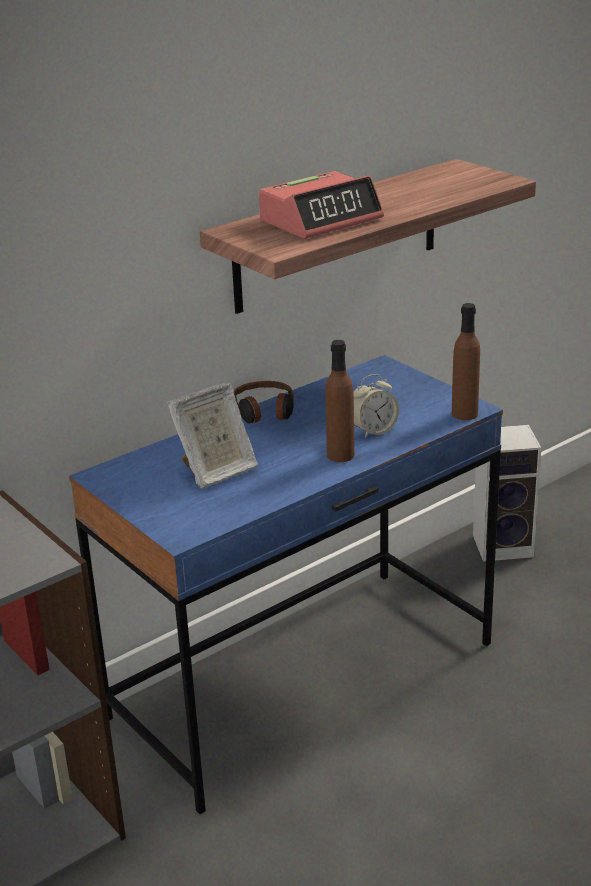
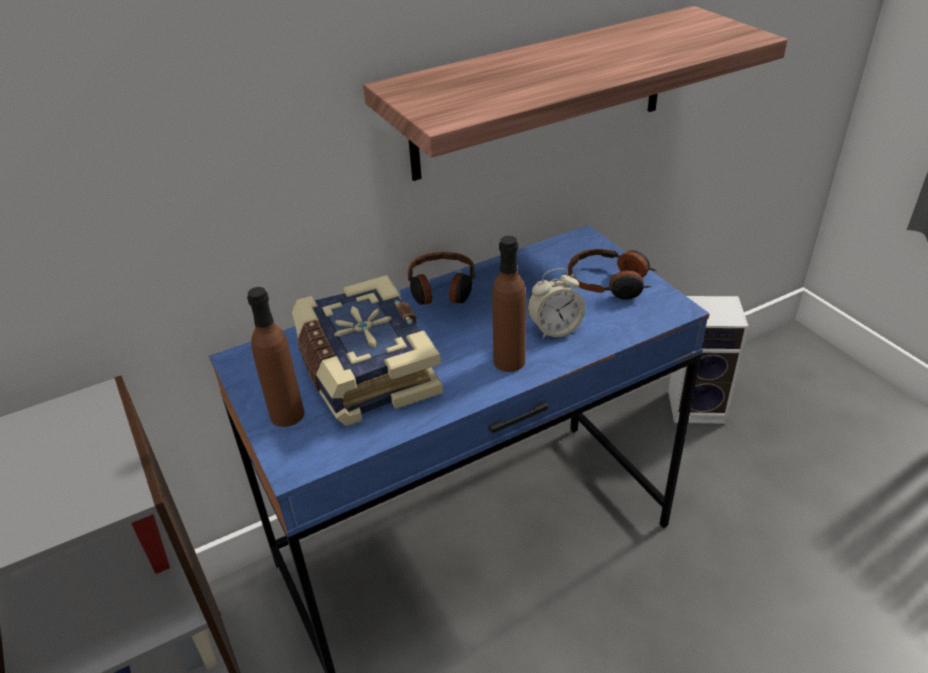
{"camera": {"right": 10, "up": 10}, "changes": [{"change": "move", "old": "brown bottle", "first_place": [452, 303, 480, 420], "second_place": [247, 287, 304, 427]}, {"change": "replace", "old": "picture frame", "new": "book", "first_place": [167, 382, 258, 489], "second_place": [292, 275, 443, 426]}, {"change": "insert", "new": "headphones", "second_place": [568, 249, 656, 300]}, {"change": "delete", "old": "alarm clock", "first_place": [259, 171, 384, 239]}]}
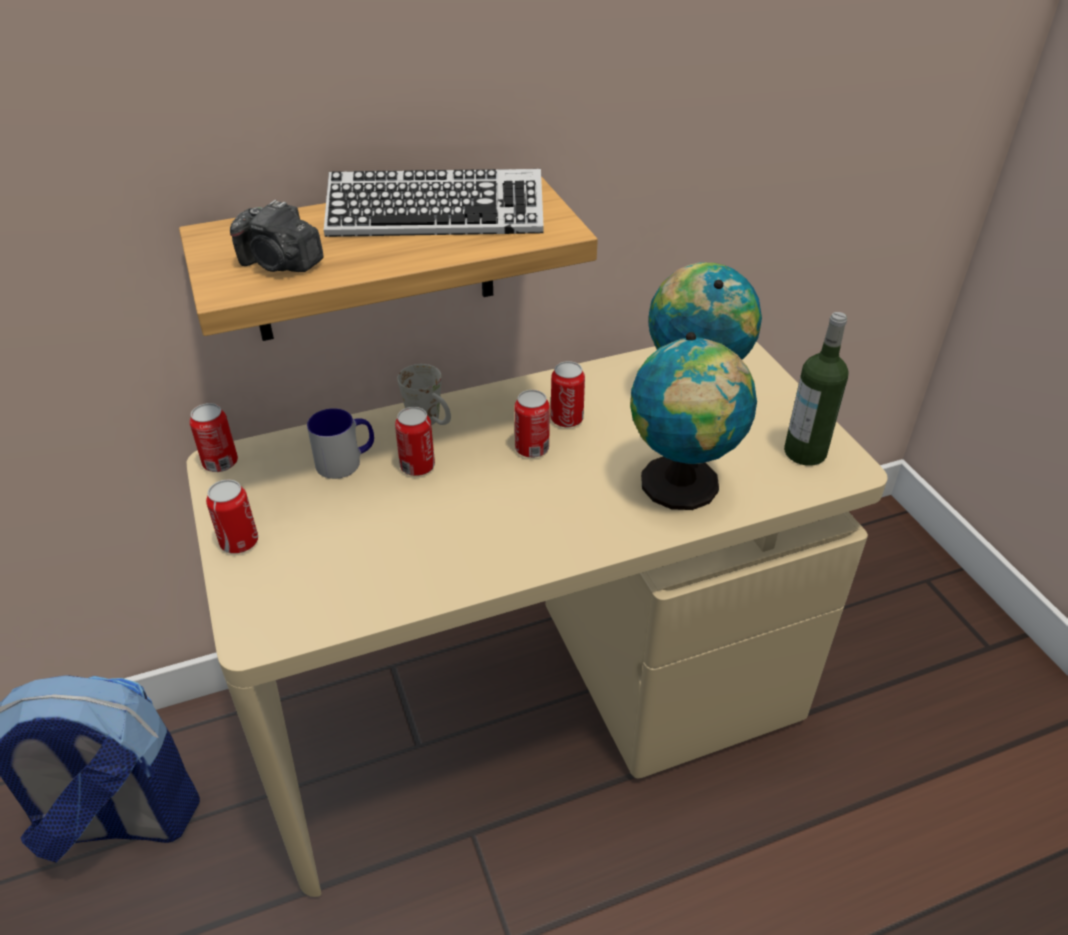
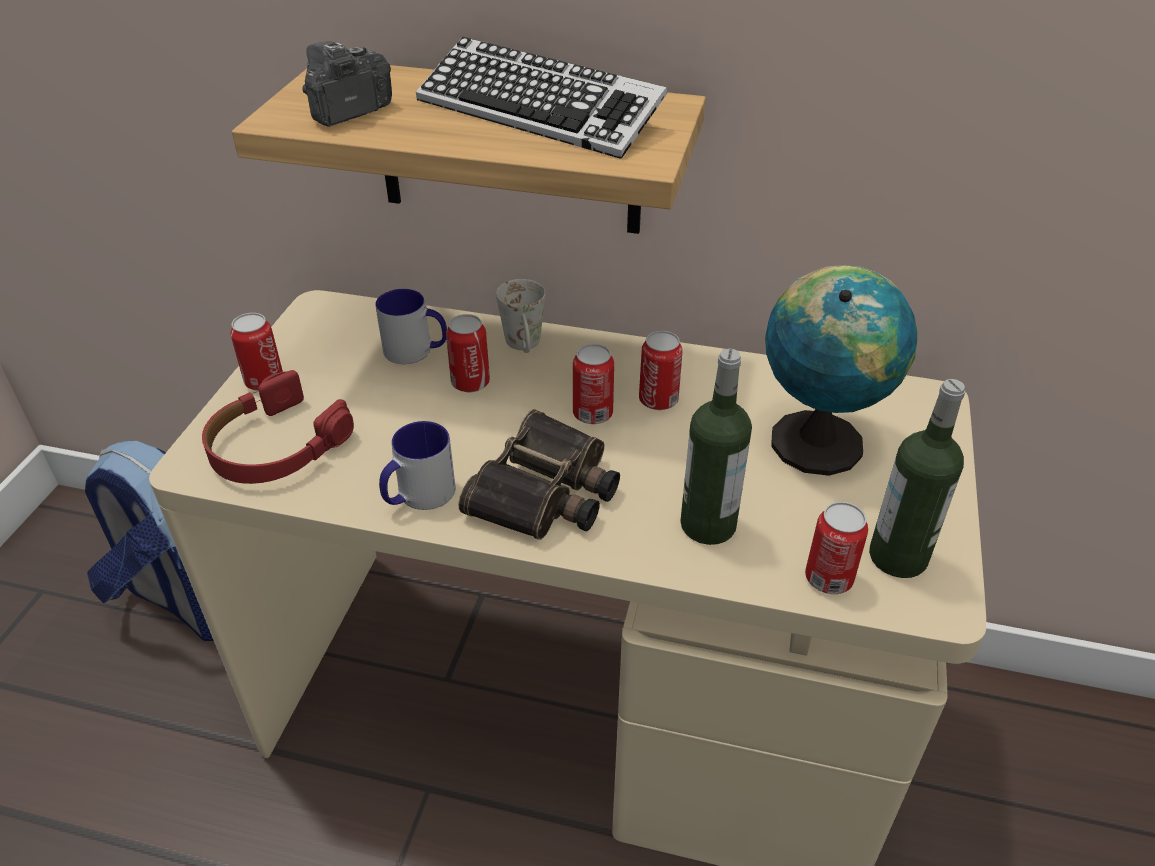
{"camera": {"right": 35, "up": 0}, "changes": [{"change": "insert", "new": "red headphones", "second_place": [202, 370, 354, 484]}, {"change": "rotate", "old": "photo camera", "first_place": [230, 200, 324, 272], "second_place": [302, 41, 392, 127], "degrees": 75}, {"change": "insert", "new": "mug", "second_place": [379, 421, 455, 510]}, {"change": "insert", "new": "binoculars", "second_place": [458, 409, 620, 540]}, {"change": "replace", "old": "globe", "new": "bottle", "first_place": [630, 332, 757, 510], "second_place": [680, 349, 752, 545]}, {"change": "move", "old": "can", "first_place": [190, 403, 238, 472], "second_place": [805, 502, 868, 594]}]}
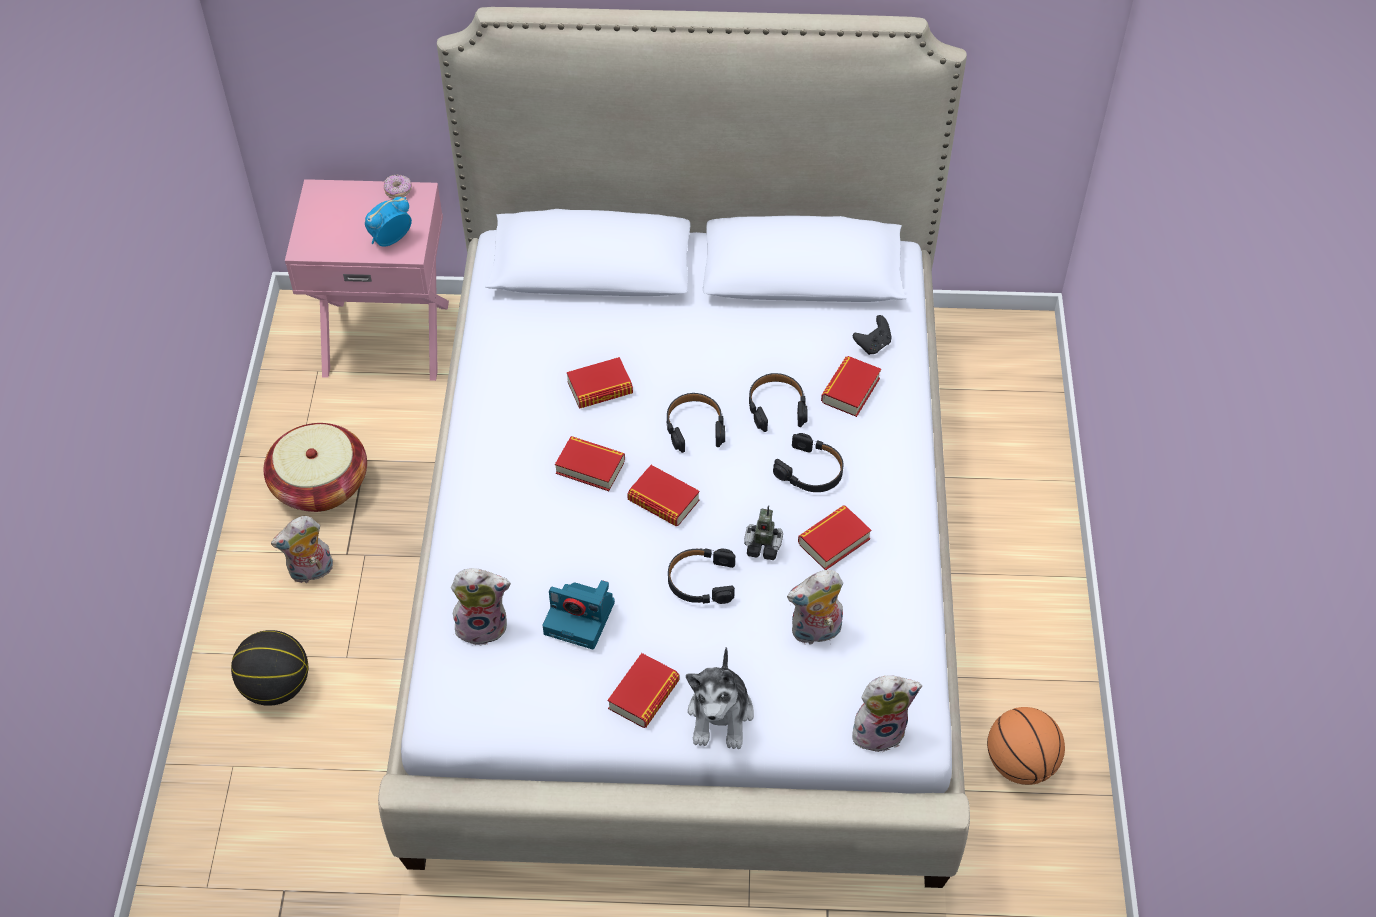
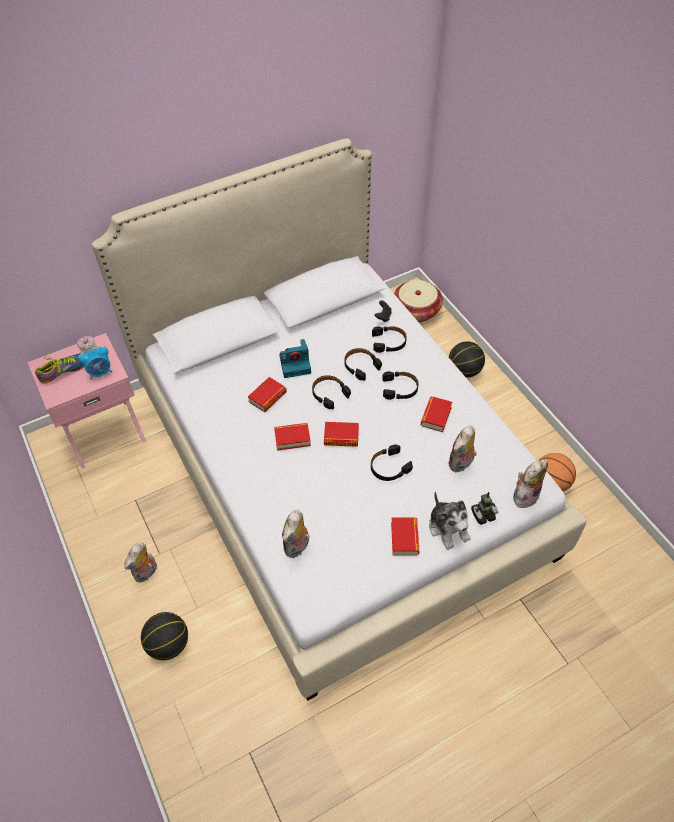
{"camera": {"right": -30, "up": 0}, "changes": [{"change": "insert", "new": "shoe", "second_place": [35, 353, 84, 384]}, {"change": "rotate", "old": "alarm clock", "first_place": [365, 197, 412, 247], "second_place": [79, 346, 112, 380], "degrees": -135}, {"change": "move", "old": "photo camera", "first_place": [542, 580, 615, 649], "second_place": [279, 339, 311, 378]}, {"change": "rotate", "old": "plush toy", "first_place": [451, 569, 511, 646], "second_place": [282, 510, 310, 558], "degrees": 150}, {"change": "replace", "old": "book", "new": "black headphones", "first_place": [821, 356, 881, 417], "second_place": [372, 326, 407, 353]}, {"change": "move", "old": "basket", "first_place": [264, 423, 367, 512], "second_place": [394, 280, 443, 322]}, {"change": "insert", "new": "basketball", "second_place": [449, 341, 485, 378]}, {"change": "move", "old": "toy robot", "first_place": [744, 505, 783, 560], "second_place": [471, 492, 498, 525]}]}
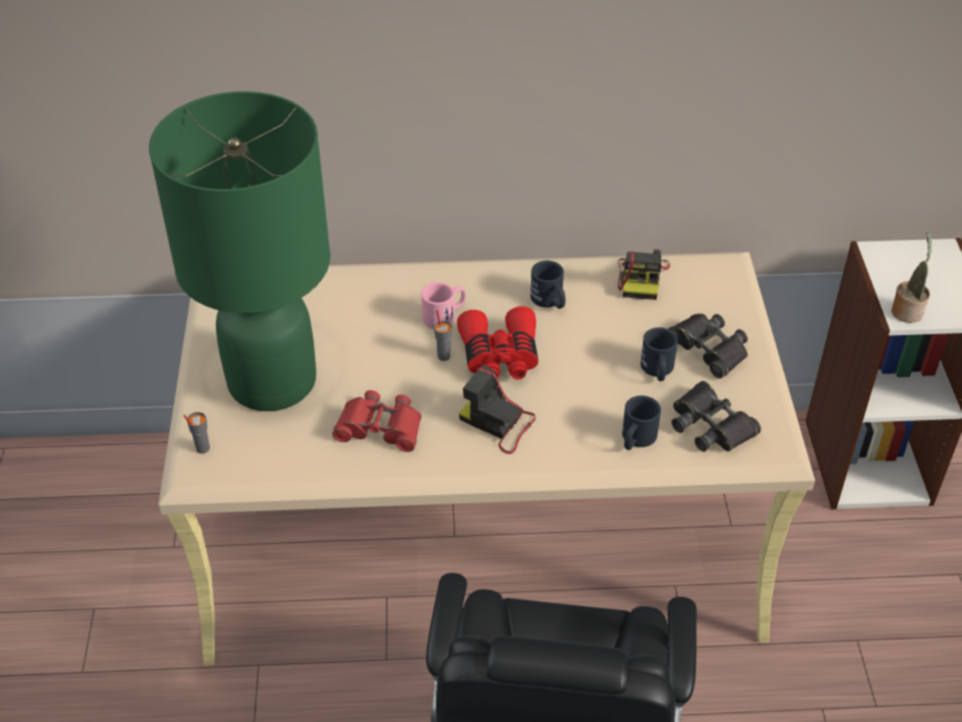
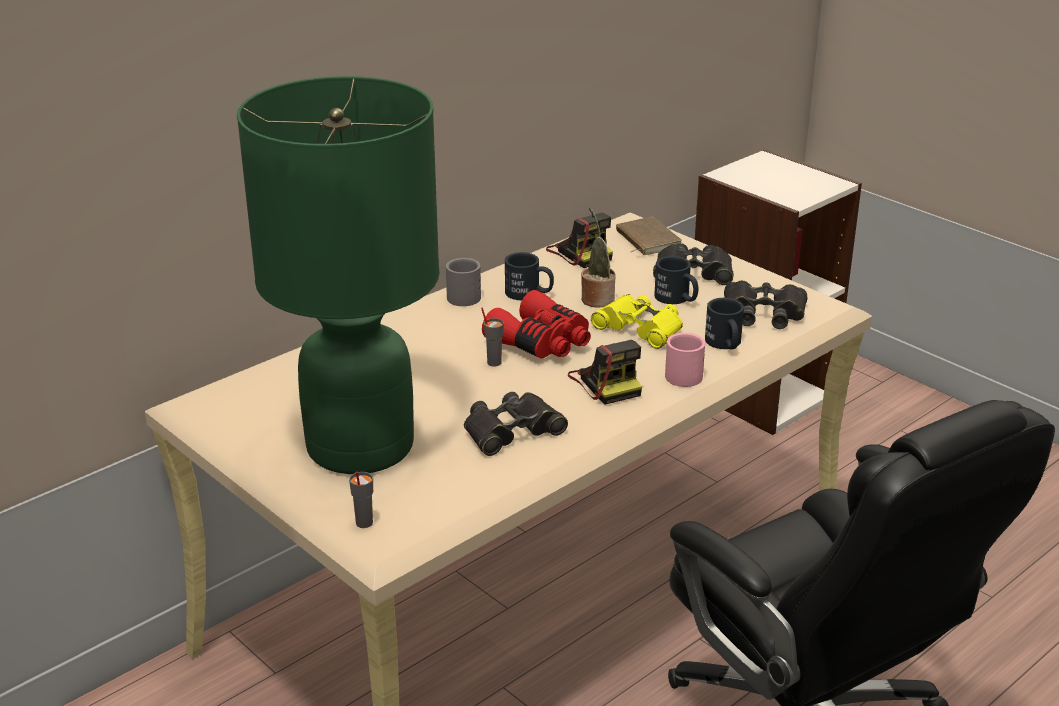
{"camera": {"right": -40, "up": -15}, "changes": [{"change": "insert", "new": "grey mug", "second_place": [446, 258, 481, 306]}, {"change": "recolor", "old": "red binoculars", "new": "black binoculars", "first_place": [332, 390, 422, 452], "second_place": [464, 392, 568, 456]}, {"change": "rotate", "old": "photo camera", "first_place": [459, 365, 536, 454], "second_place": [568, 340, 642, 404], "degrees": -105}, {"change": "move", "old": "potted plant", "first_place": [891, 232, 932, 323], "second_place": [581, 207, 616, 308]}, {"change": "insert", "new": "yellow binoculars", "second_place": [591, 294, 683, 349]}, {"change": "insert", "new": "brown book", "second_place": [616, 217, 682, 255]}, {"change": "move", "old": "pink mug", "first_place": [421, 282, 466, 329], "second_place": [665, 333, 705, 387]}]}
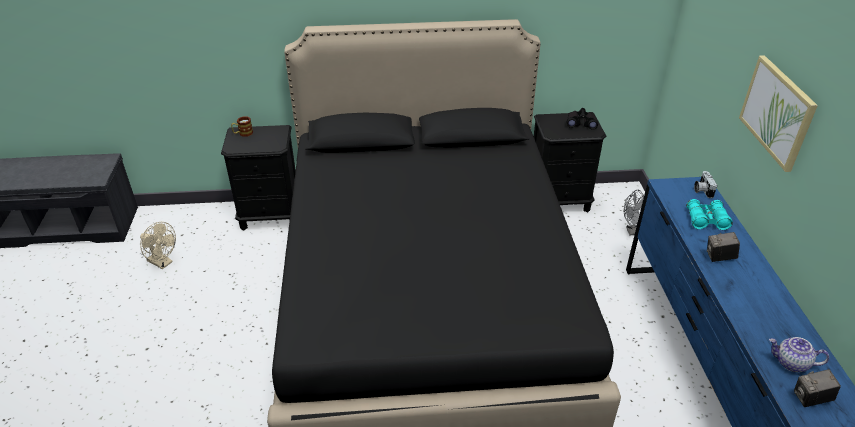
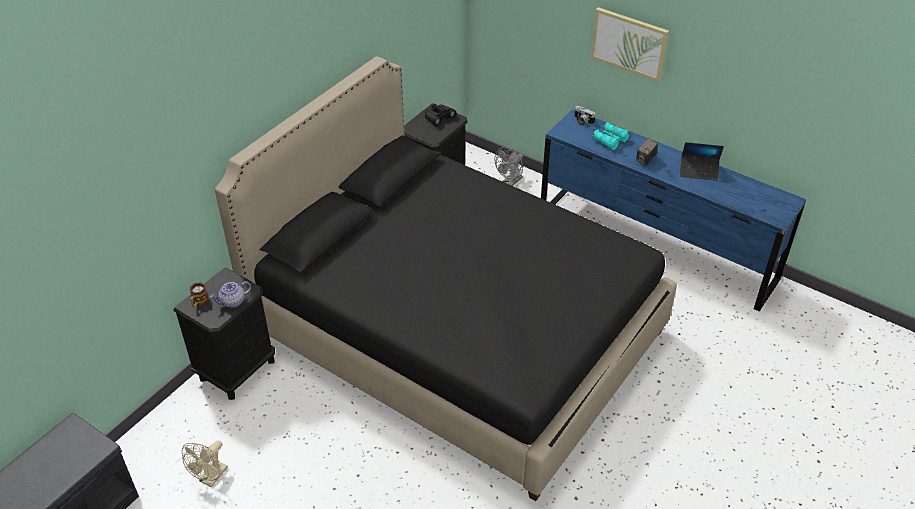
{"camera": {"right": -50, "up": 5}, "changes": [{"change": "rotate", "old": "beige fan", "first_place": [140, 222, 176, 269], "second_place": [182, 441, 228, 487], "degrees": 135}, {"change": "move", "old": "teapot", "first_place": [769, 337, 829, 372], "second_place": [210, 281, 251, 308]}, {"change": "insert", "new": "laptop", "second_place": [680, 142, 724, 181]}, {"change": "delete", "old": "photo camera", "first_place": [794, 369, 841, 407]}]}
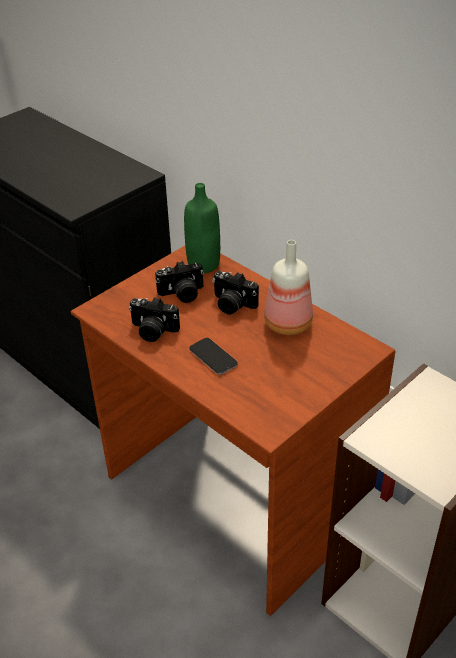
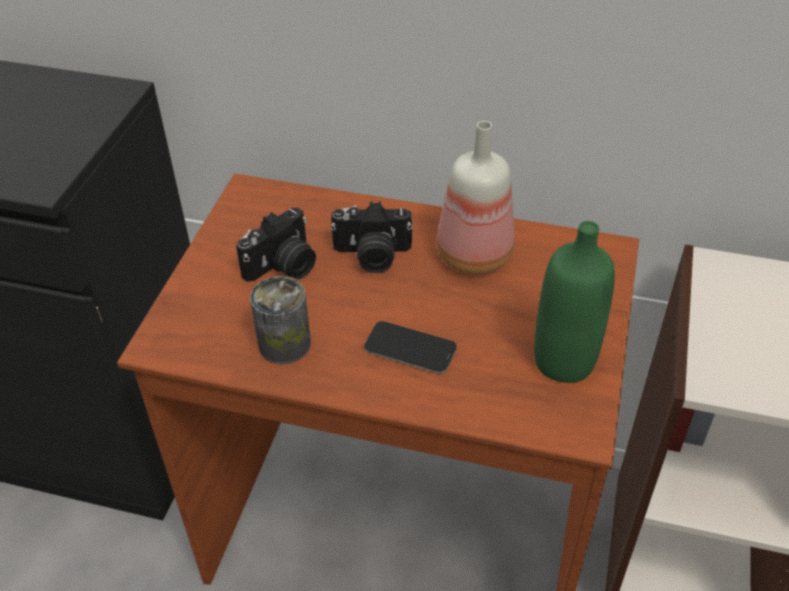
{"camera": {"right": -30, "up": 5}, "changes": [{"change": "replace", "old": "photo camera", "new": "can", "first_place": [129, 297, 180, 342], "second_place": [250, 276, 311, 364]}, {"change": "move", "old": "green bottle", "first_place": [184, 183, 220, 273], "second_place": [534, 221, 615, 383]}]}
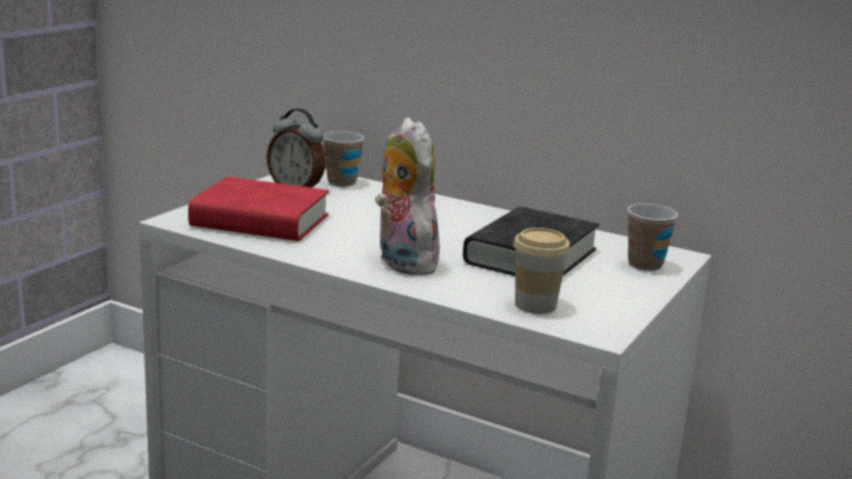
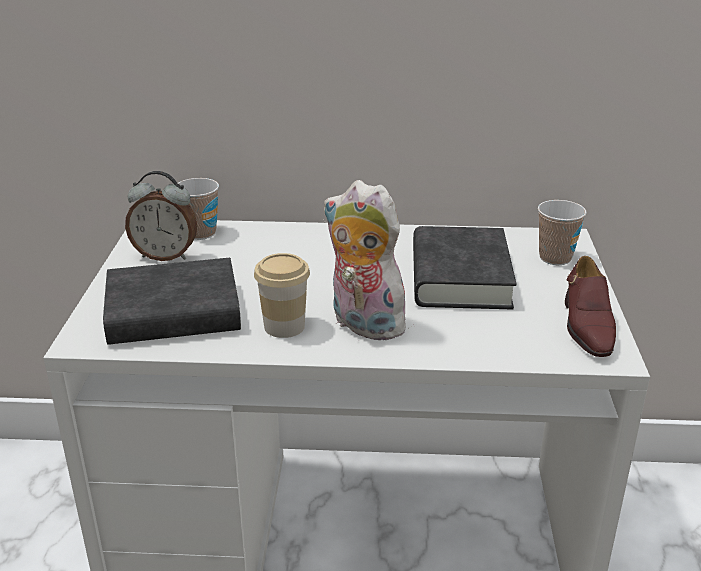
{"camera": {"right": -25, "up": 10}, "changes": [{"change": "recolor", "old": "red book", "new": "black book", "first_place": [188, 177, 329, 241], "second_place": [103, 258, 241, 345]}, {"change": "move", "old": "cup", "first_place": [513, 228, 570, 314], "second_place": [254, 253, 310, 338]}, {"change": "insert", "new": "brown shoe", "second_place": [565, 256, 616, 357]}]}
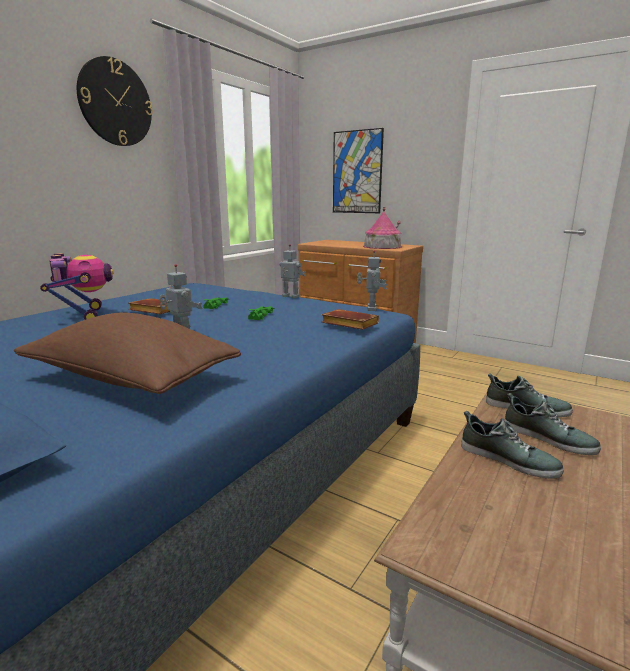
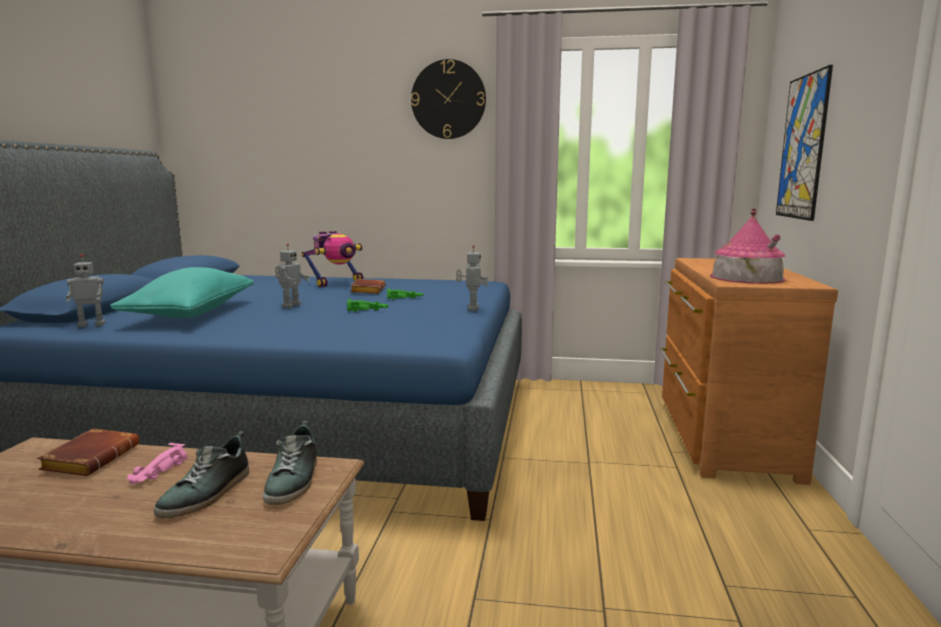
{"camera": {"right": 65, "up": -5}, "changes": [{"change": "move", "old": "brown book", "first_place": [322, 309, 379, 330], "second_place": [37, 428, 139, 476]}, {"change": "move", "old": "toy robot", "first_place": [357, 250, 387, 311], "second_place": [66, 254, 105, 327]}, {"change": "recolor", "old": "brown pillow", "new": "turquoise pillow", "first_place": [14, 313, 241, 394], "second_place": [110, 267, 254, 318]}, {"change": "replace", "old": "shoe", "new": "pink toy car", "first_place": [461, 411, 564, 479], "second_place": [127, 443, 188, 484]}]}
